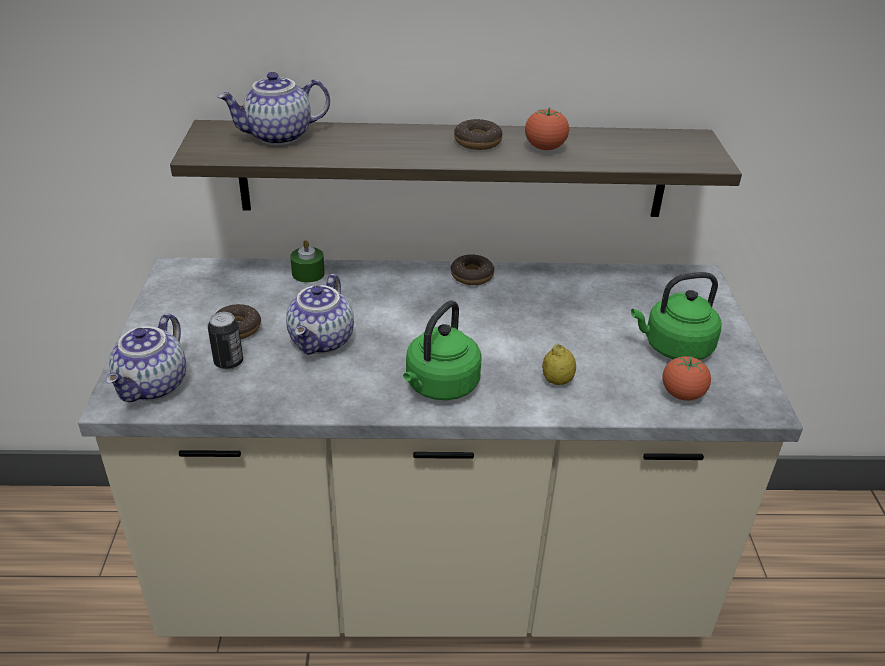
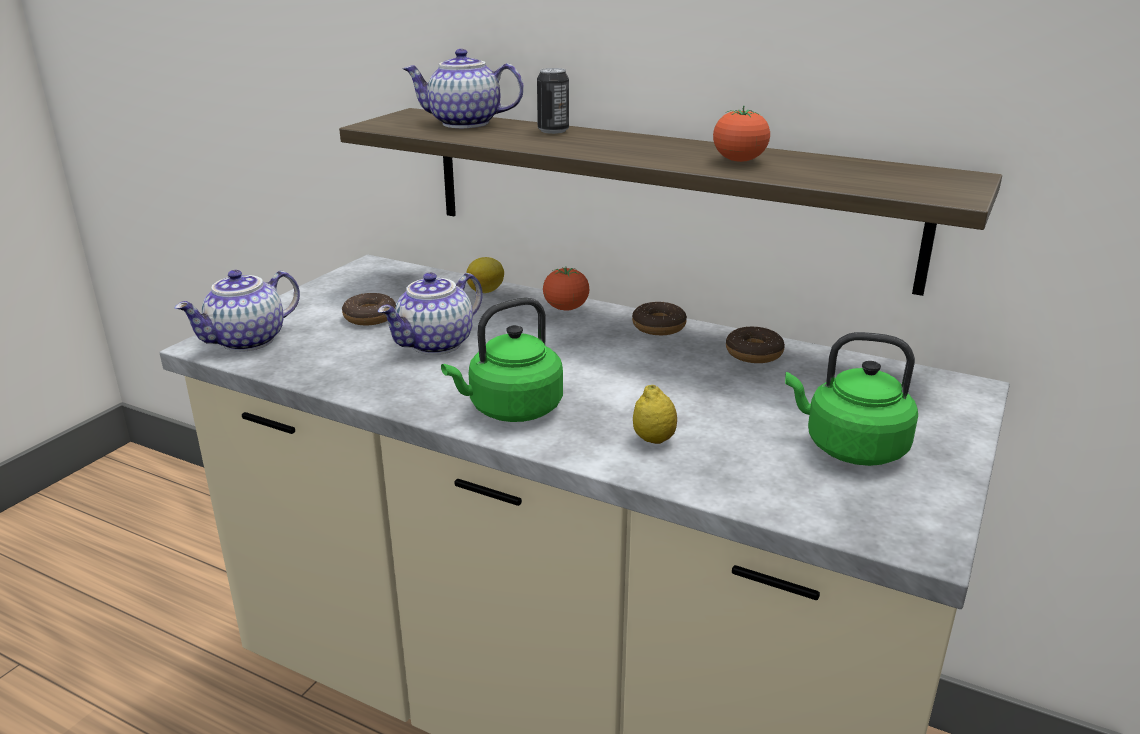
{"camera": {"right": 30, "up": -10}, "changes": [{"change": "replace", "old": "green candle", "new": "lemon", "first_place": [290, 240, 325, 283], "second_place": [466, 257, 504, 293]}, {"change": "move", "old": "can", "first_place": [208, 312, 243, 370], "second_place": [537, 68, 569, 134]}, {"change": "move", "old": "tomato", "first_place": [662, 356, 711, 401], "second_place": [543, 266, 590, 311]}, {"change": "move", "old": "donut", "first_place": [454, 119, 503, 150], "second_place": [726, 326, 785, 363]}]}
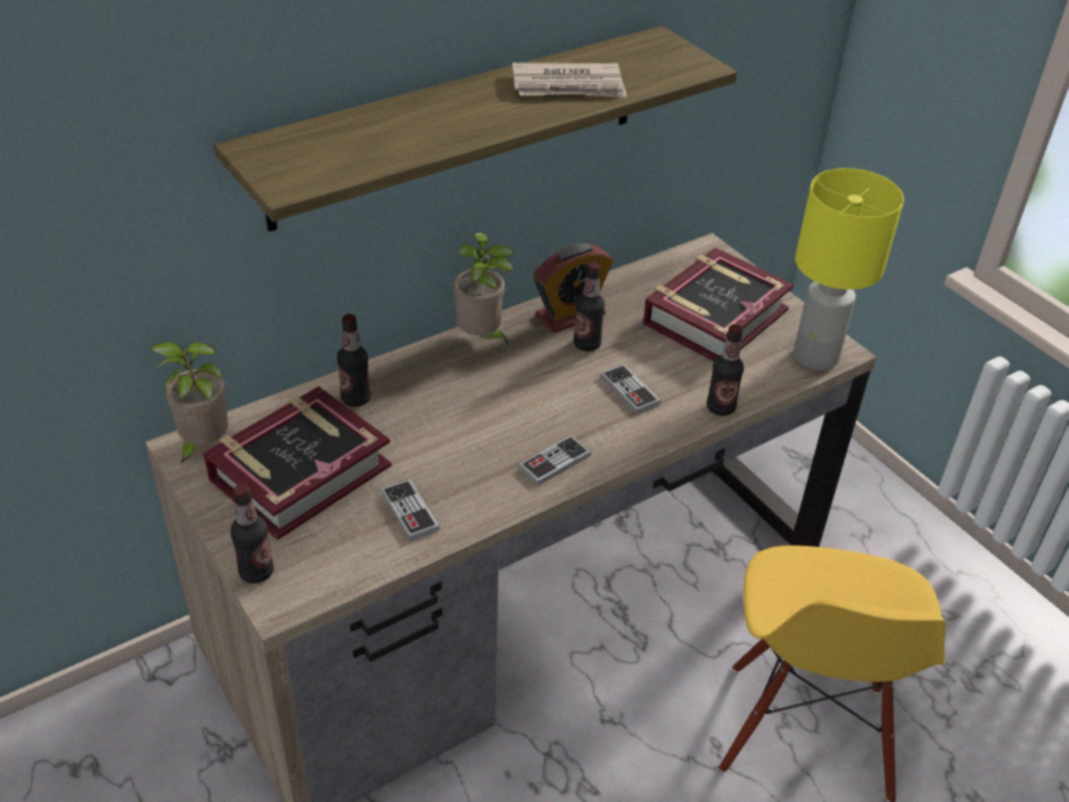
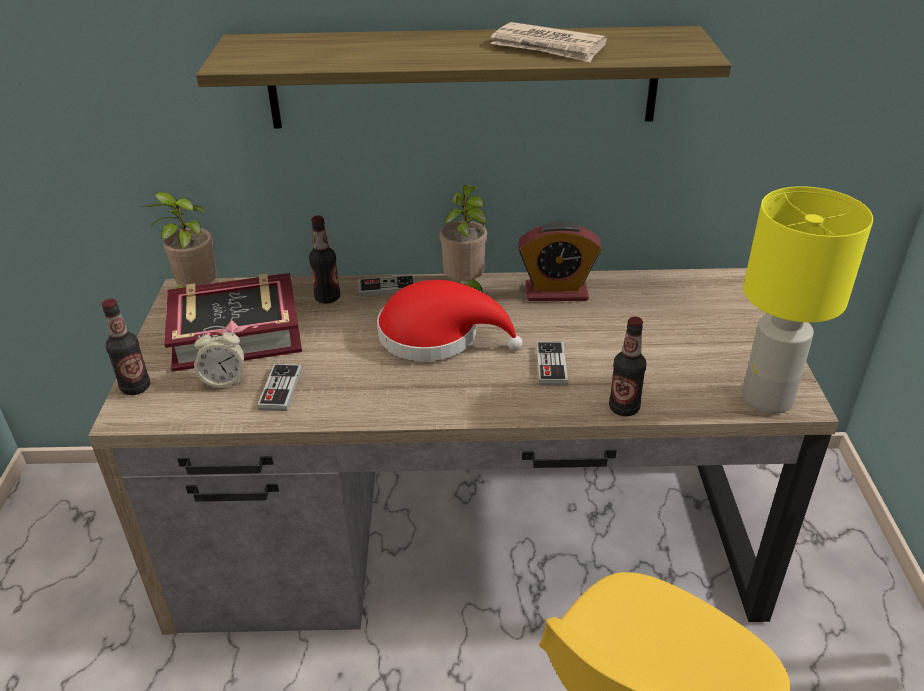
{"camera": {"right": 35, "up": -5}, "changes": [{"change": "insert", "new": "alarm clock", "second_place": [194, 326, 244, 387]}, {"change": "move", "old": "game controller", "first_place": [518, 435, 591, 486], "second_place": [358, 275, 415, 297]}, {"change": "insert", "new": "red hat", "second_place": [377, 280, 523, 361]}, {"change": "delete", "old": "bottle", "first_place": [574, 262, 605, 351]}, {"change": "delete", "old": "book", "first_place": [643, 247, 794, 361]}]}
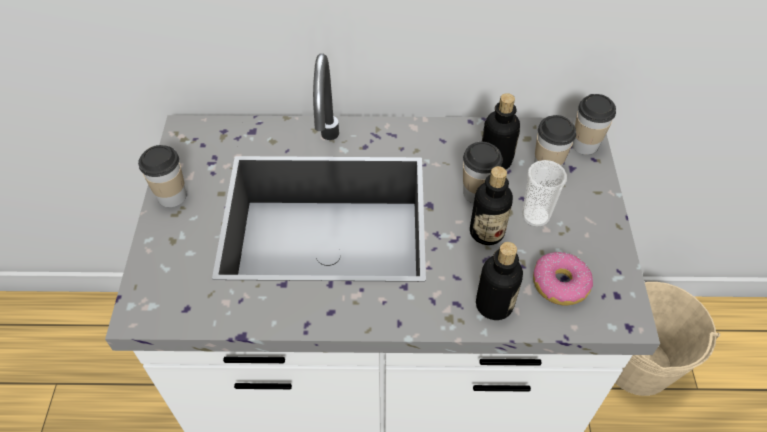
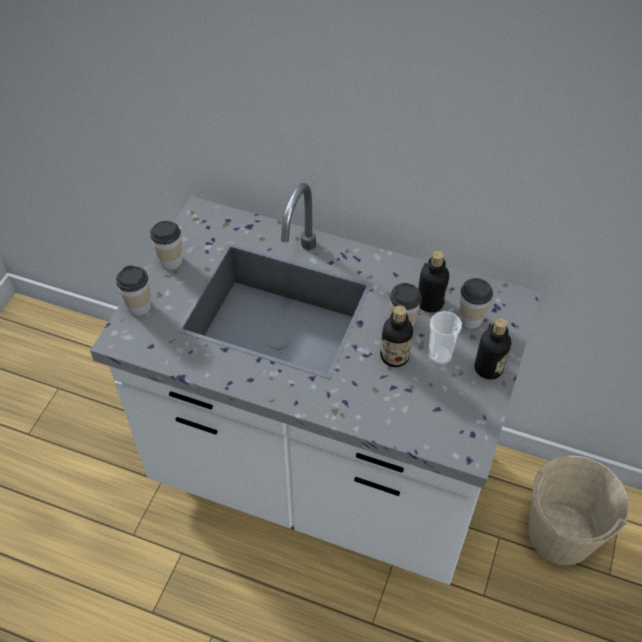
{"camera": {"right": 20, "up": 0}, "changes": [{"change": "move", "old": "cup", "first_place": [572, 94, 616, 155], "second_place": [116, 266, 151, 316]}, {"change": "move", "old": "bottle", "first_place": [476, 242, 523, 320], "second_place": [474, 318, 511, 380]}, {"change": "delete", "old": "donut", "first_place": [533, 252, 593, 305]}]}
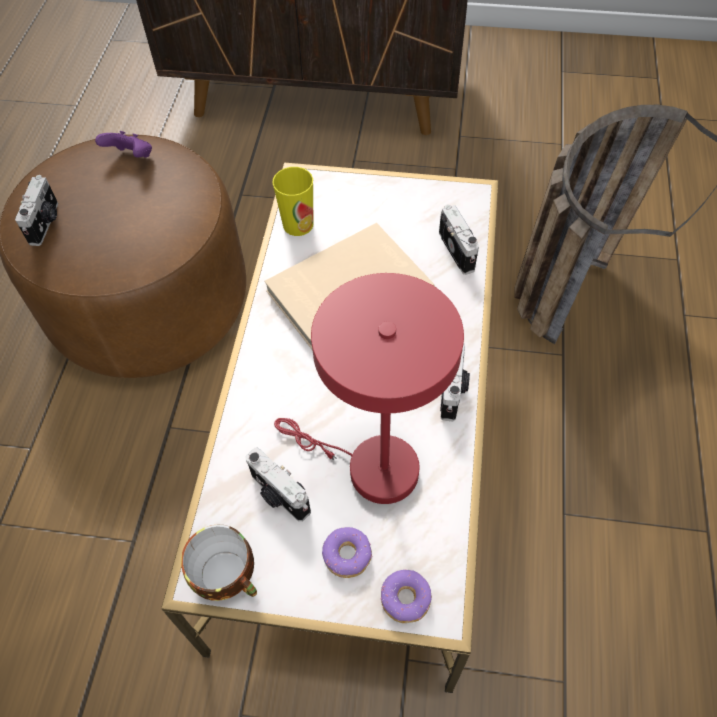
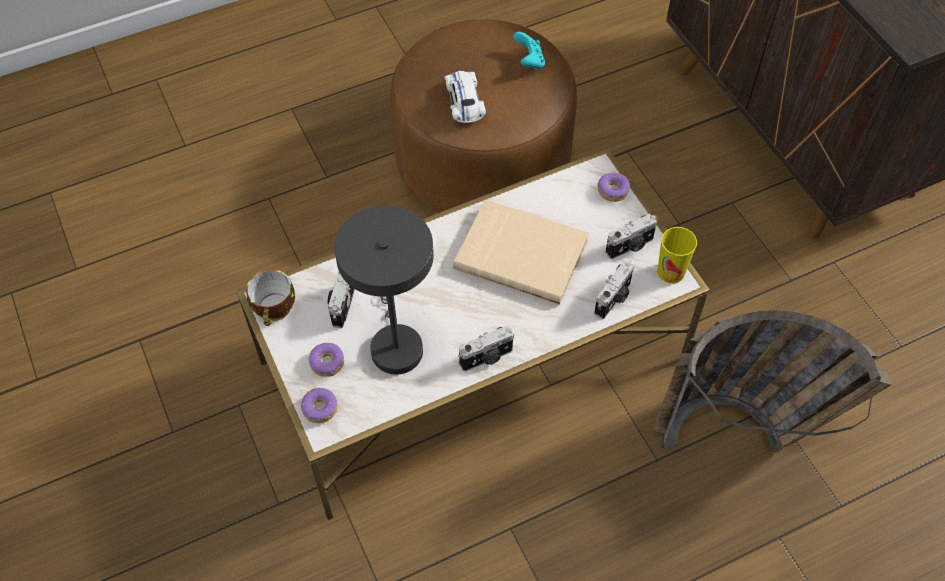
{"camera": {"right": 55, "up": 0}, "changes": [{"change": "recolor", "old": "red table lamp", "new": "grey table lamp", "first_place": [274, 273, 464, 504], "second_place": [334, 206, 434, 374]}, {"change": "insert", "new": "white toy car", "second_place": [444, 71, 486, 123]}, {"change": "recolor", "old": "purple game controller", "new": "turquoise game controller", "first_place": [95, 131, 152, 158], "second_place": [513, 32, 545, 70]}, {"change": "insert", "new": "donut", "second_place": [597, 172, 630, 202]}, {"change": "move", "old": "photo camera", "first_place": [15, 175, 58, 246], "second_place": [605, 214, 657, 259]}, {"change": "move", "old": "cup", "first_place": [272, 167, 314, 236], "second_place": [658, 227, 697, 283]}]}
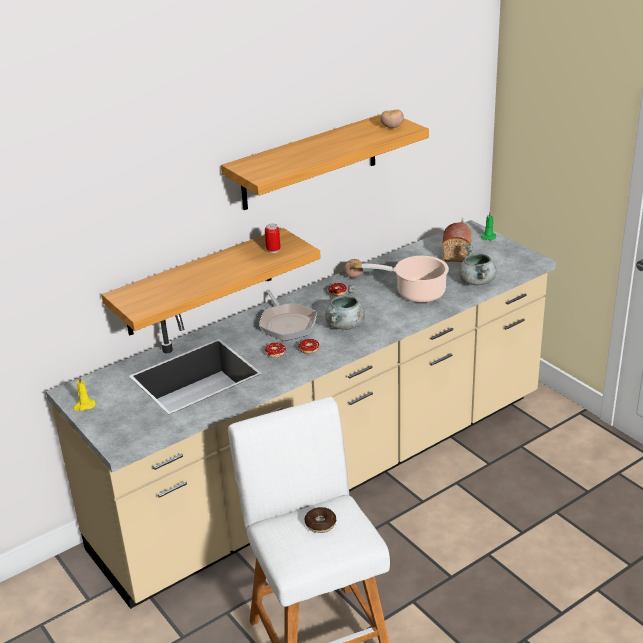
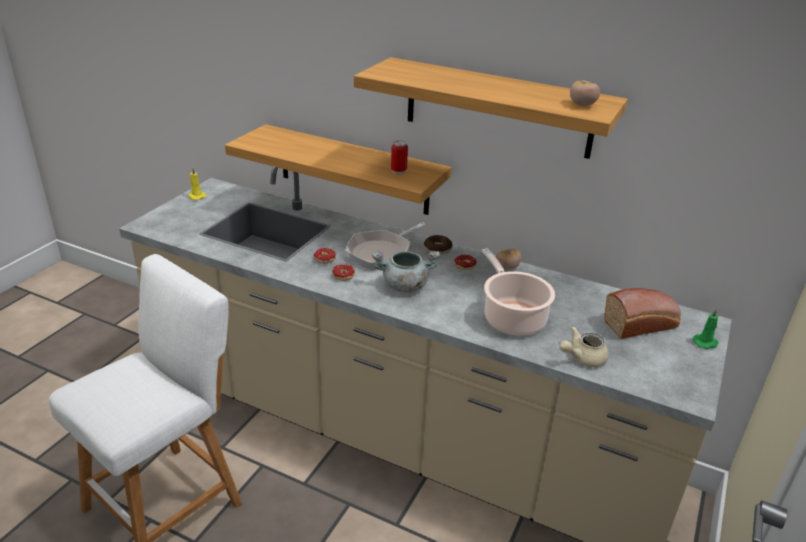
{"camera": {"right": 60, "up": 0}, "changes": [{"change": "move", "old": "donut", "first_place": [305, 507, 336, 533], "second_place": [424, 235, 453, 255]}, {"change": "replace", "old": "grey cooking pot", "new": "beige teapot", "first_place": [459, 244, 496, 285], "second_place": [559, 326, 609, 367]}]}
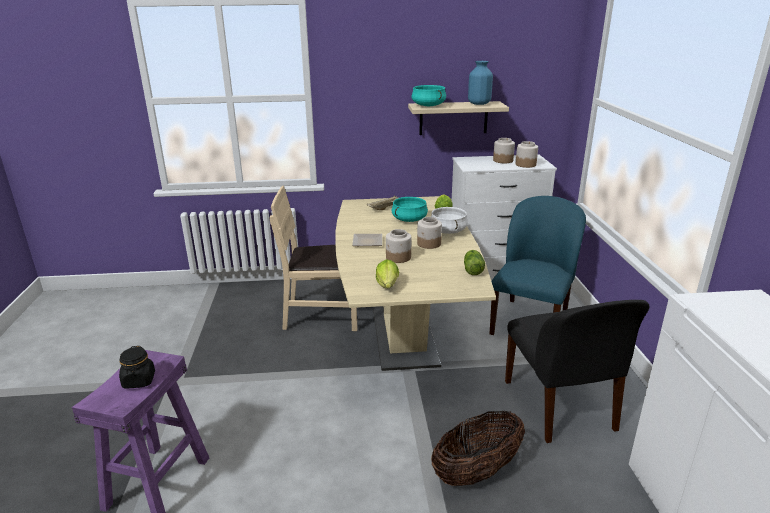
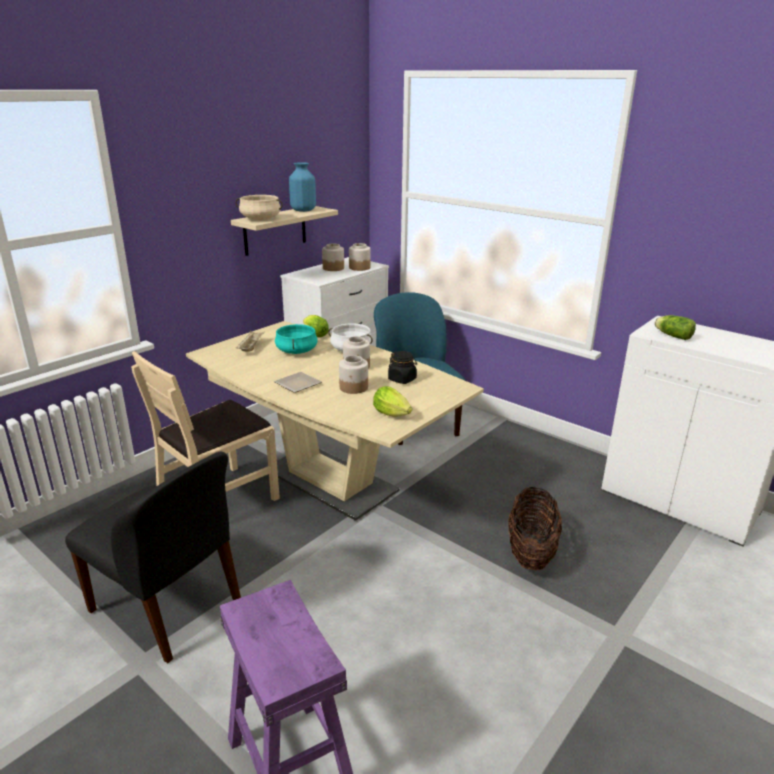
{"camera": {"right": -45, "up": 0}, "changes": [{"change": "move", "old": "black chair", "first_place": [505, 300, 649, 443], "second_place": [65, 452, 241, 663]}, {"change": "recolor", "old": "turquoise cooking pot", "new": "beige cooking pot", "first_place": [411, 85, 446, 106], "second_place": [235, 195, 282, 220]}, {"change": "move", "old": "black jar", "first_place": [119, 346, 155, 389], "second_place": [388, 351, 417, 384]}, {"change": "move", "old": "lettuce", "first_place": [464, 250, 485, 275], "second_place": [654, 315, 696, 340]}]}
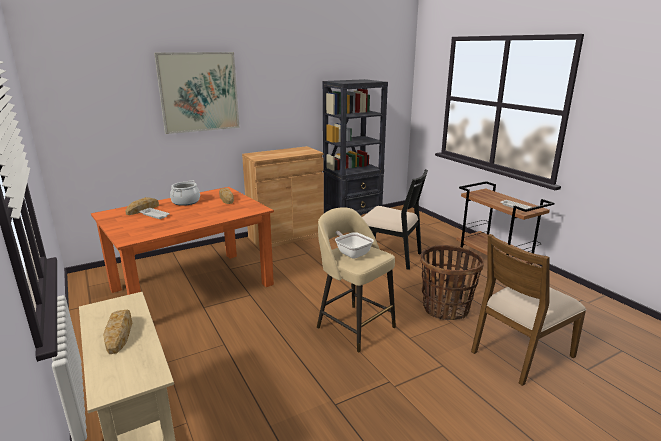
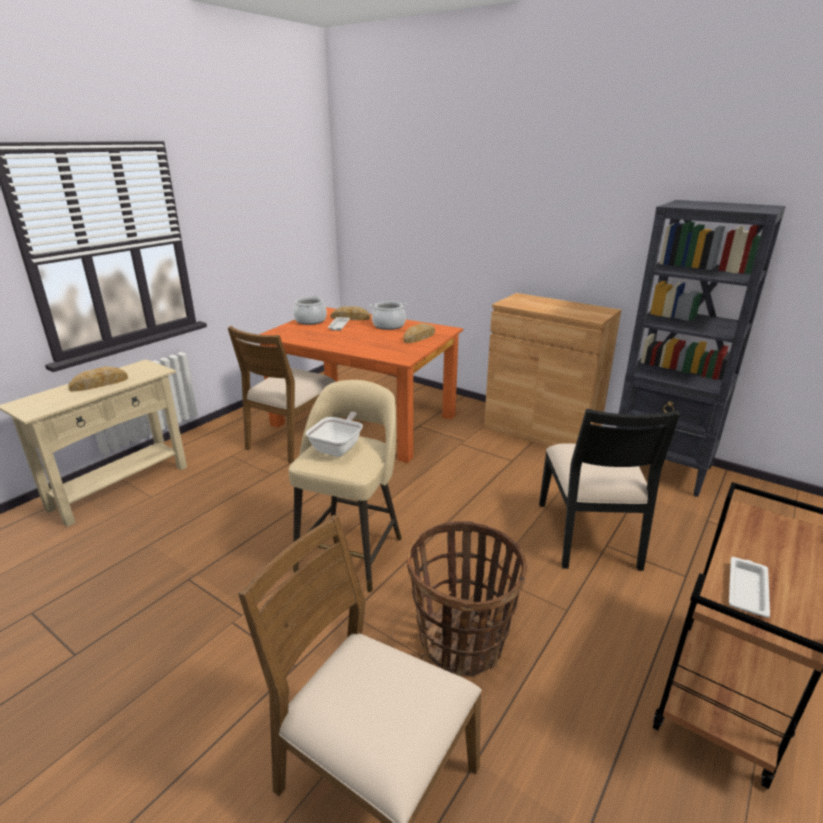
{"camera": {"right": 65, "up": 5}, "changes": [{"change": "insert", "new": "brown chair", "second_place": [228, 326, 336, 463]}, {"change": "insert", "new": "cooking pot", "second_place": [293, 295, 327, 325]}, {"change": "delete", "old": "picture", "first_place": [154, 52, 240, 134]}]}
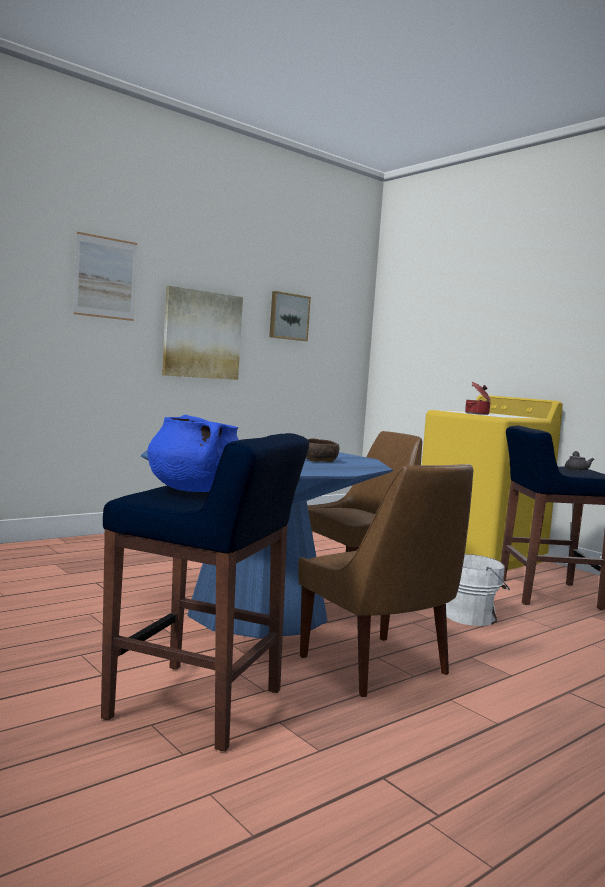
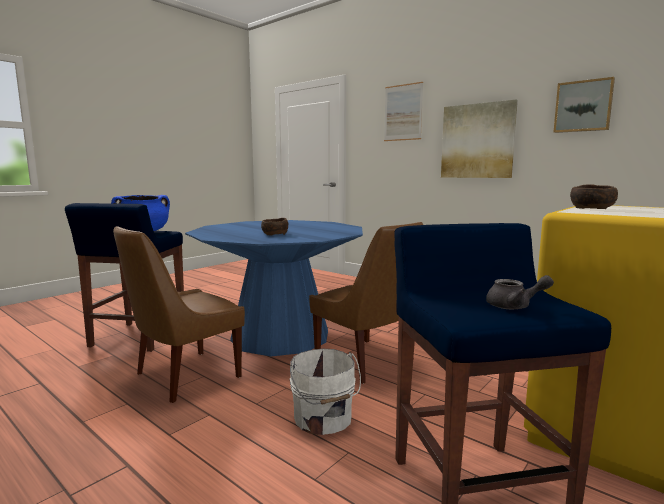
{"camera": {"right": 80, "up": 5}, "changes": [{"change": "replace", "old": "cooking pot", "new": "brown bowl", "first_place": [465, 381, 491, 415], "second_place": [570, 184, 618, 209]}]}
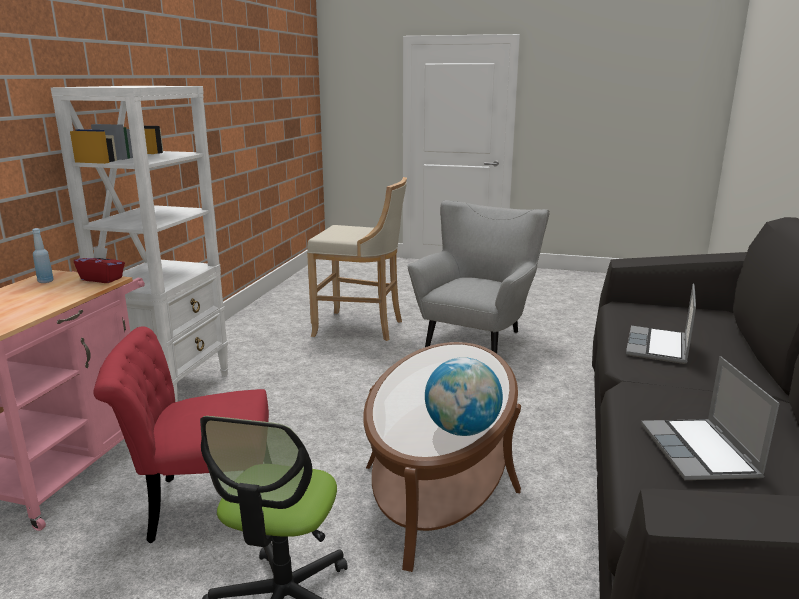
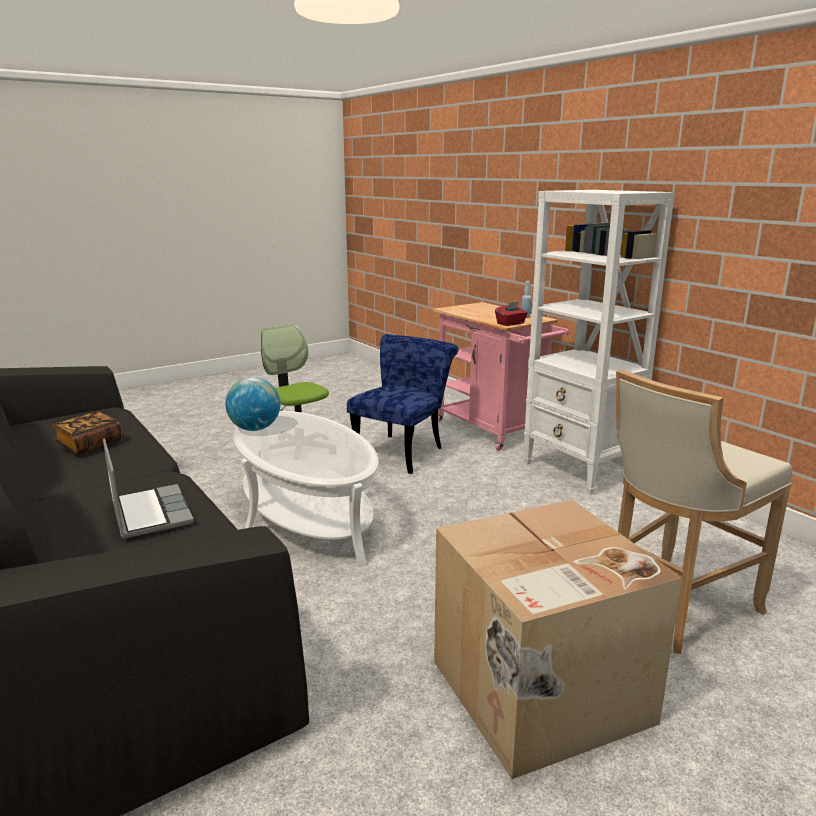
{"camera": {"right": 130, "up": 0}, "changes": [{"change": "replace", "old": "laptop", "new": "book", "first_place": [641, 356, 780, 480], "second_place": [52, 411, 122, 455]}, {"change": "recolor", "old": "brown coffee table", "new": "white coffee table", "first_place": [363, 342, 521, 572], "second_place": [233, 411, 379, 567]}, {"change": "recolor", "old": "red chair", "new": "blue chair", "first_place": [93, 326, 269, 543], "second_place": [347, 334, 459, 474]}, {"change": "replace", "old": "grey armchair", "new": "cardboard box", "first_place": [407, 200, 549, 354], "second_place": [434, 500, 682, 779]}]}
